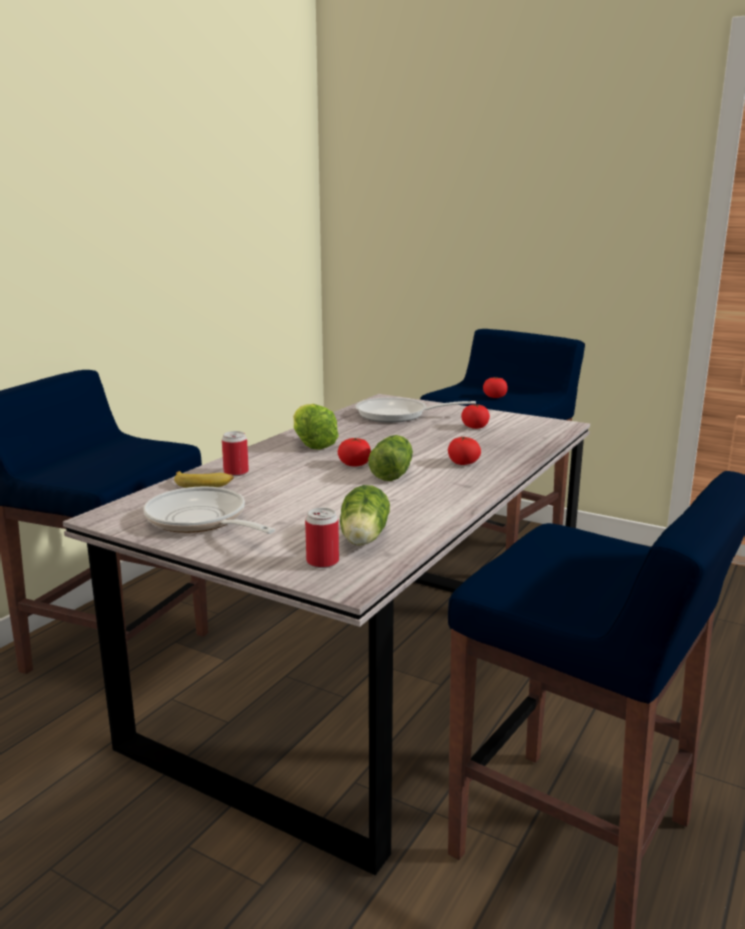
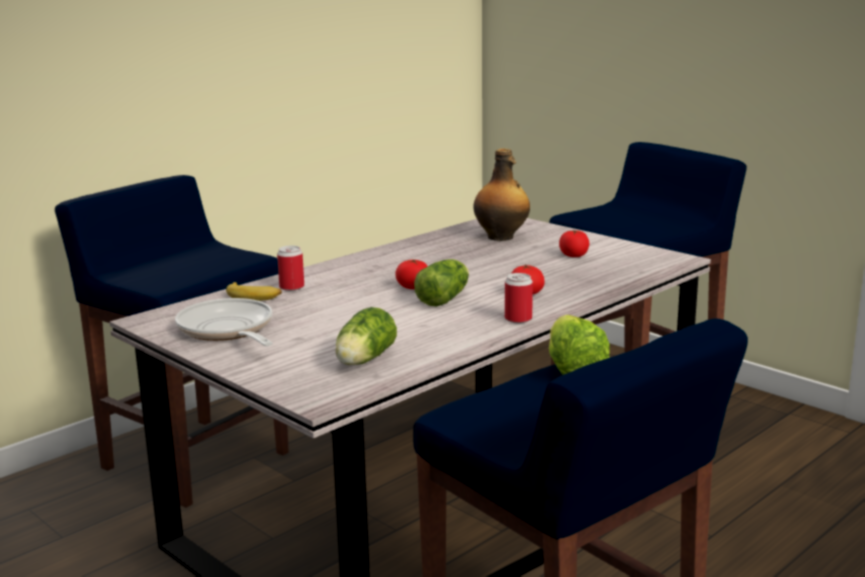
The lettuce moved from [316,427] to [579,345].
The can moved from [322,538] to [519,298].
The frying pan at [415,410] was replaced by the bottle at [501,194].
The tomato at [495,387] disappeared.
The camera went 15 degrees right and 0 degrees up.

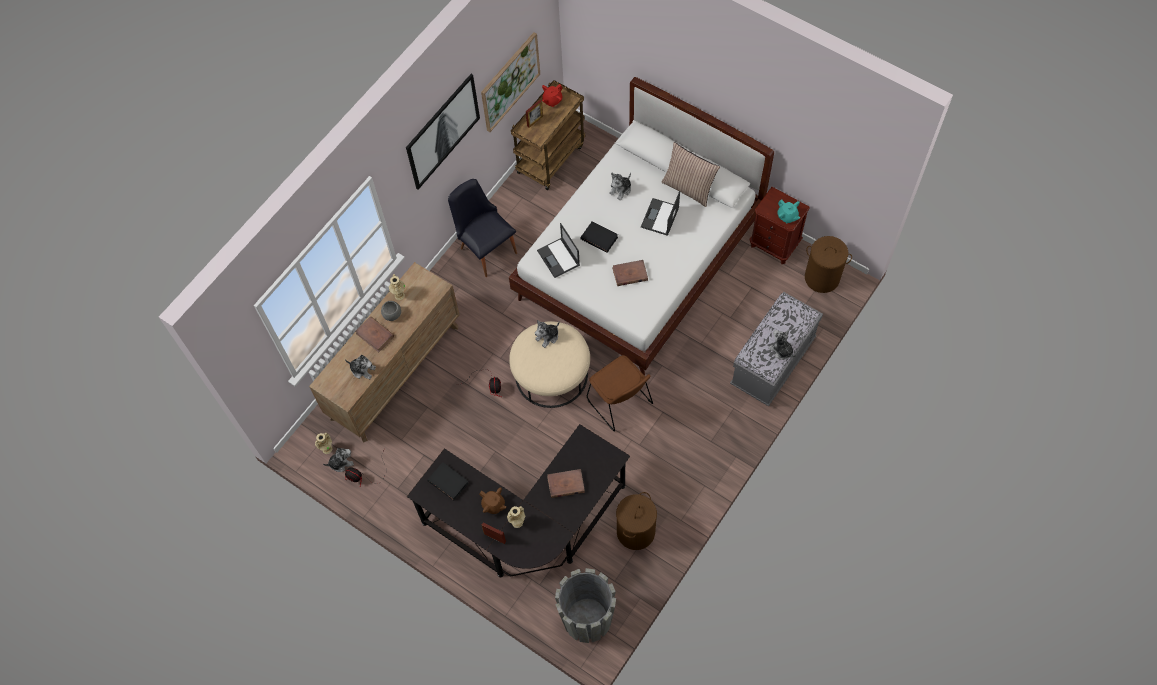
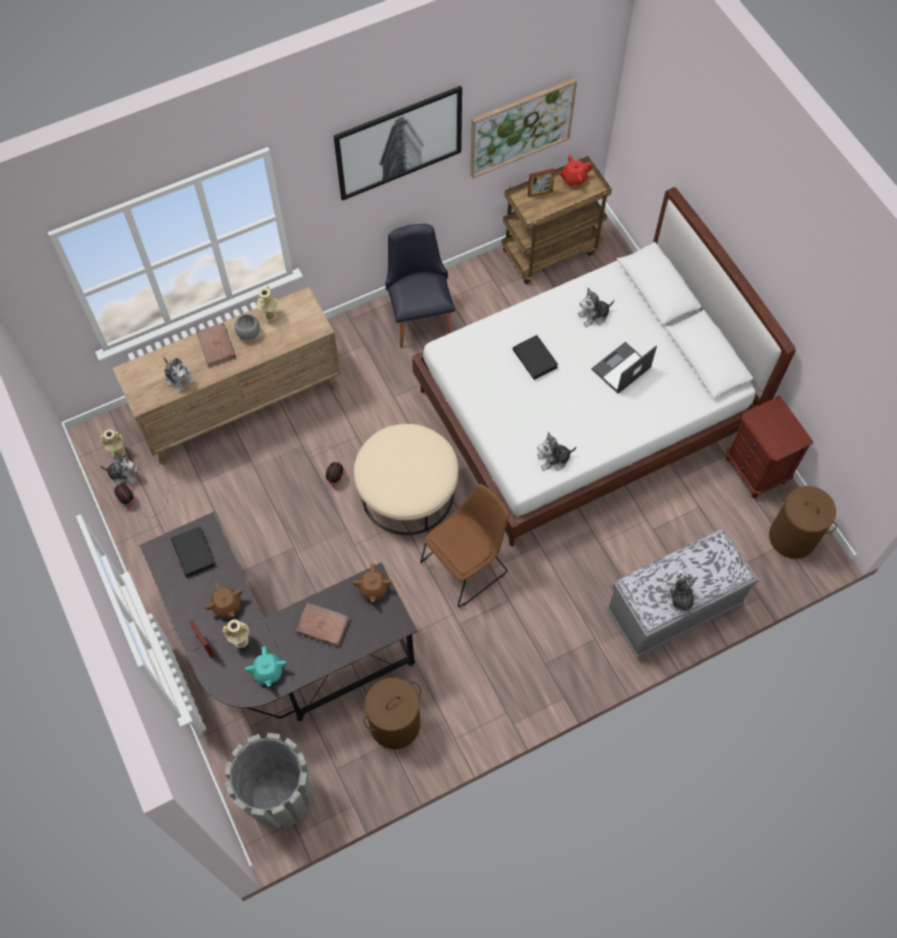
The plush toy moved from [547,334] to [556,451].
The laptop at [558,250] disappeared.
The brown chair at [620,393] turned 120 degrees counterclockwise.
The brown book at [630,273] disappeared.
The pillow at [690,174] disappeared.
The turquoise teapot moved from [788,211] to [265,666].
The brown teapot at [372,583] appeared.
The camera went 25 degrees right and 0 degrees up.

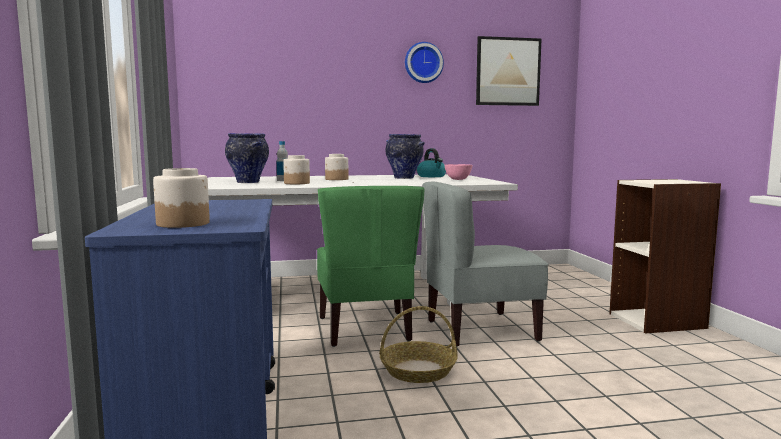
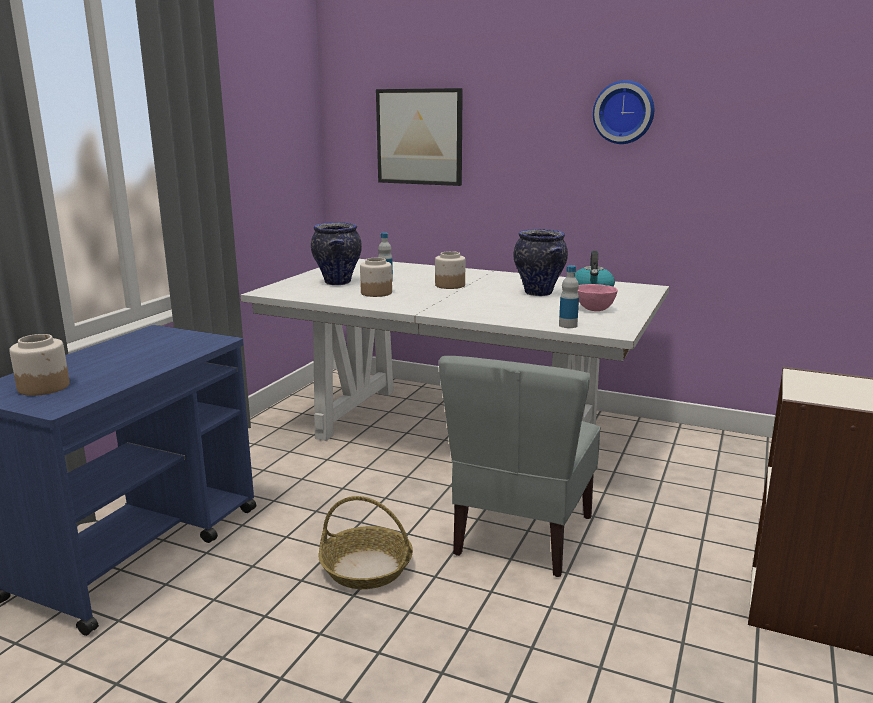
The green chair at [371,266] disappeared.
The grey chair at [485,264] turned 90 degrees counterclockwise.
The picture moved from [509,71] to [419,137].
The bottle at [569,296] appeared.
The camera went 35 degrees right and 10 degrees up.

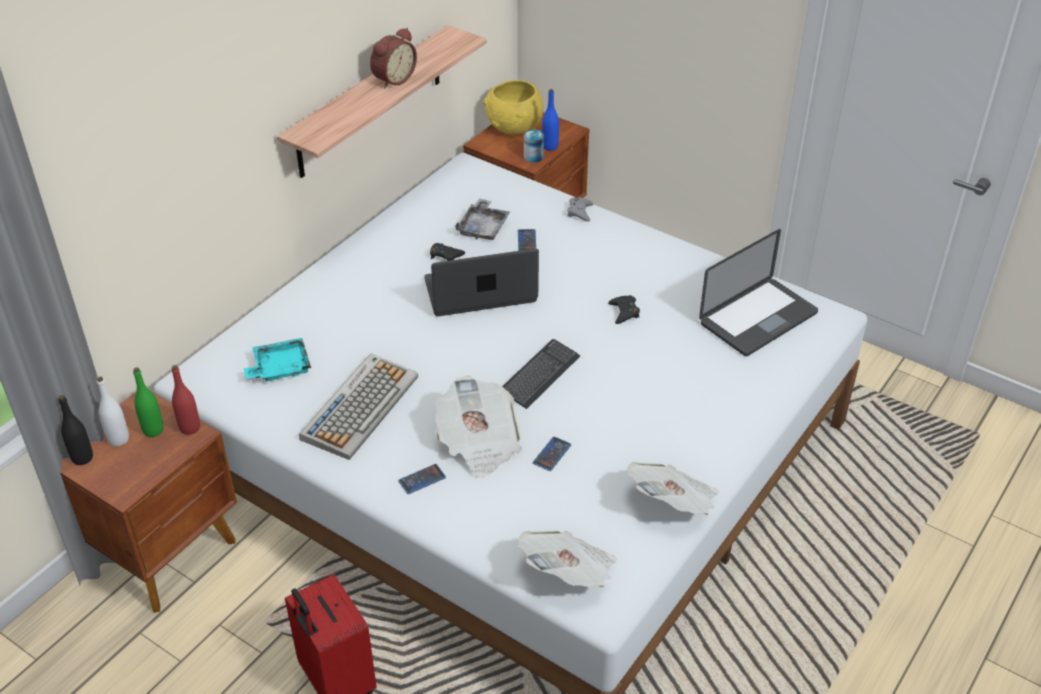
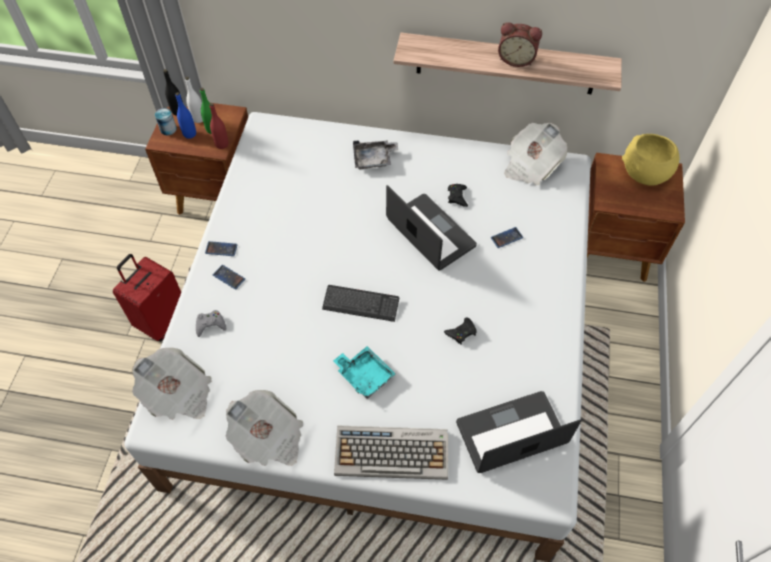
The turquoise tray moved from [277,359] to [364,372].
The keyboard moved from [358,406] to [391,452].
The newspaper moved from [478,427] to [535,154].
The grey tray moved from [482,219] to [375,154].
The can moved from [534,146] to [166,121].
The phone moved from [552,453] to [221,248].
The blue bottle moved from [550,120] to [185,115].
The grey game controller moved from [580,209] to [211,323].
The laptop at [758,292] turned 135 degrees clockwise.
The camera went 65 degrees right and 15 degrees up.

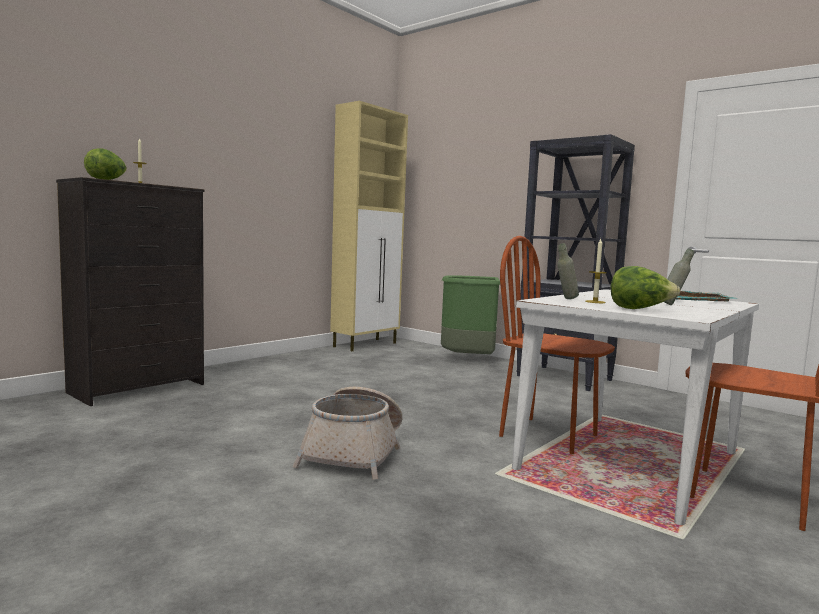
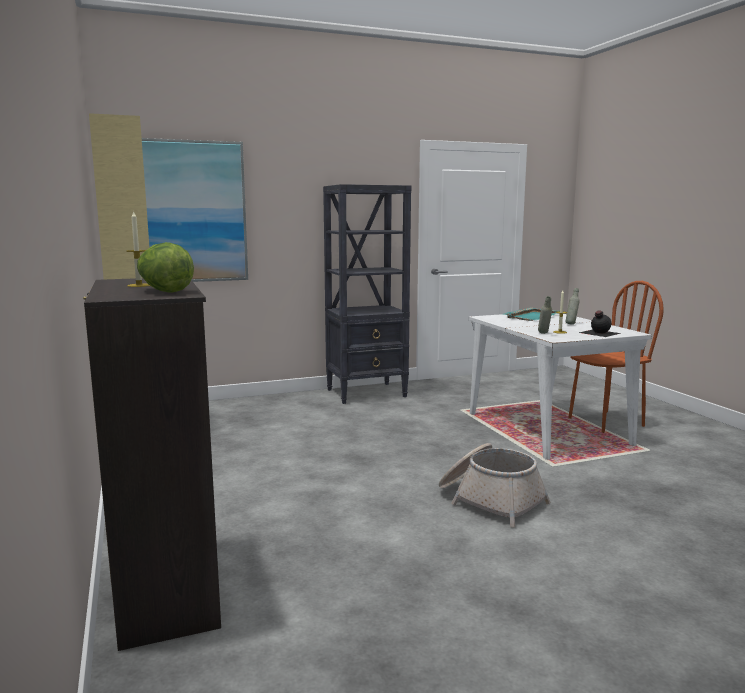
The green trash can at [470,315] disappeared.
The brown chair at [557,345] disappeared.
The lettuce at [646,287] was replaced by the black bottle at [600,323].
The picture at [195,210] appeared.
The camera went 60 degrees left and 5 degrees up.

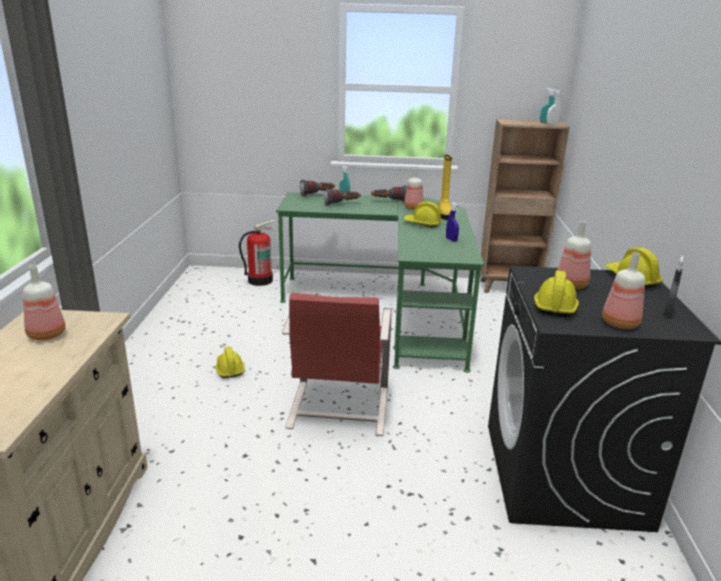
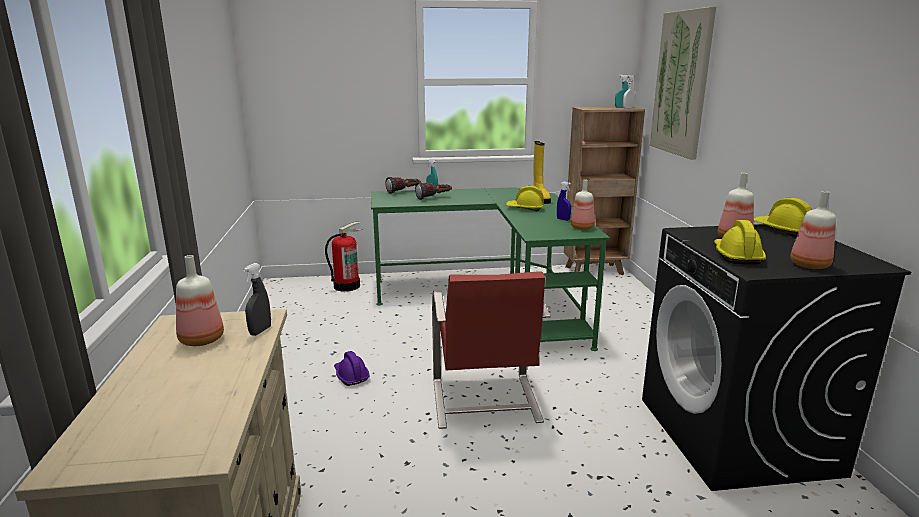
The yellow hard hat at [230,362] became the purple hard hat at [352,368].
The flashlight at [389,193] disappeared.
The bottle moved from [414,189] to [582,204].
The grey spray bottle moved from [674,286] to [257,299].
The picture at [683,83] appeared.
The camera went 10 degrees left and 5 degrees down.

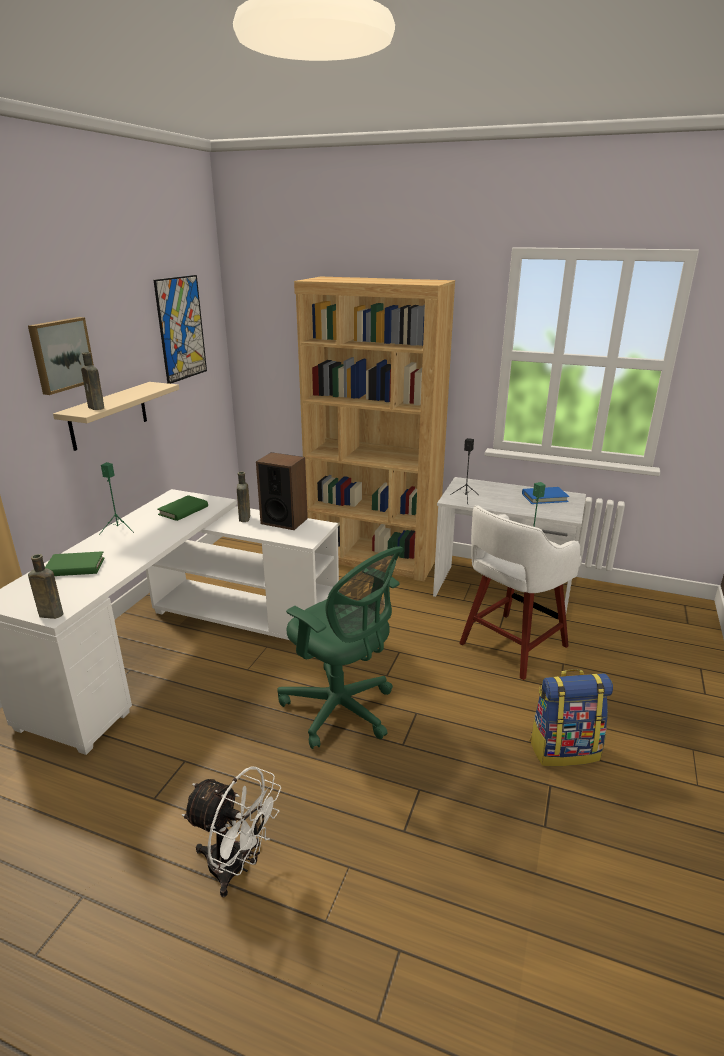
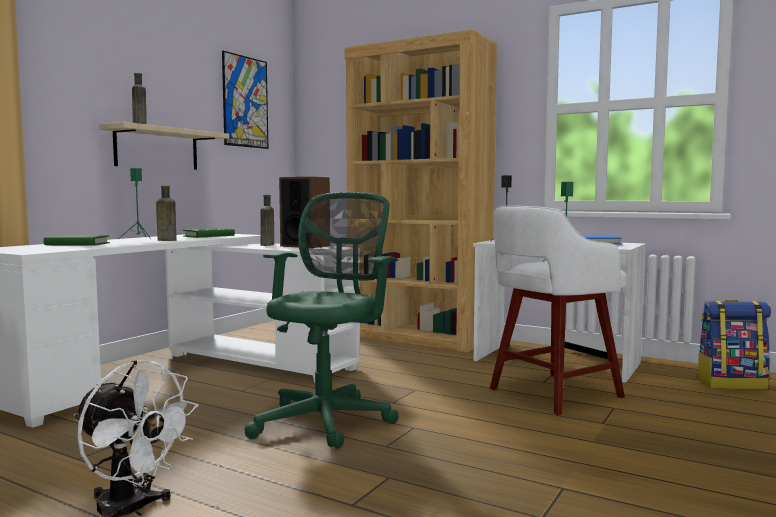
The picture at [61,356] disappeared.
The brown bottle moved from [46,586] to [166,213].
The green office chair at [340,647] turned 120 degrees counterclockwise.
The backpack moved from [571,717] to [734,345].
The camera went 10 degrees right and 20 degrees down.

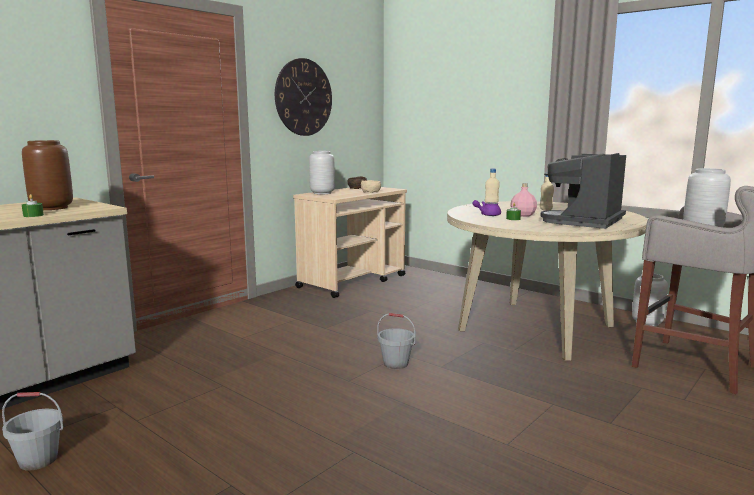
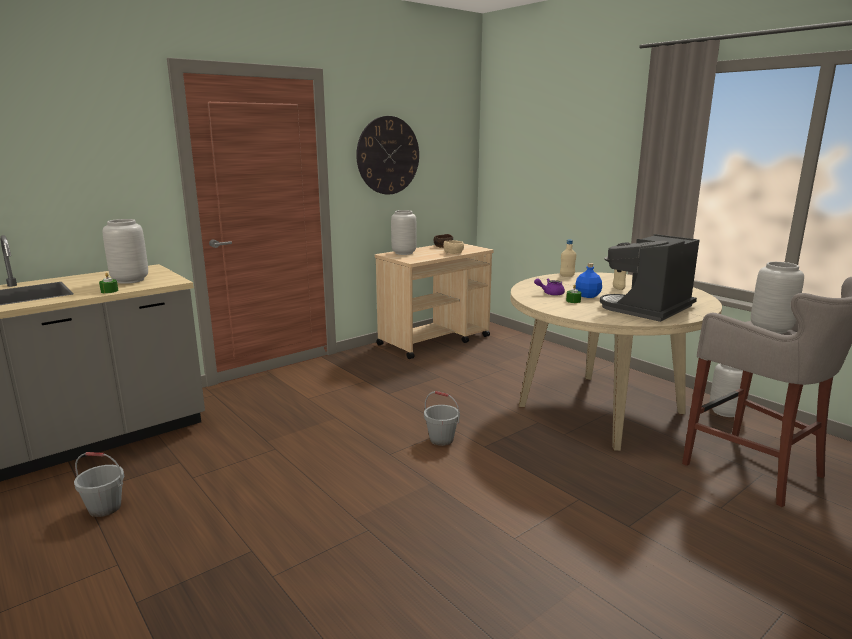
The brown vase at [47,175] became the grey vase at [125,251].
The pink bottle at [523,200] became the blue bottle at [588,280].
The camera went 10 degrees right and 5 degrees up.

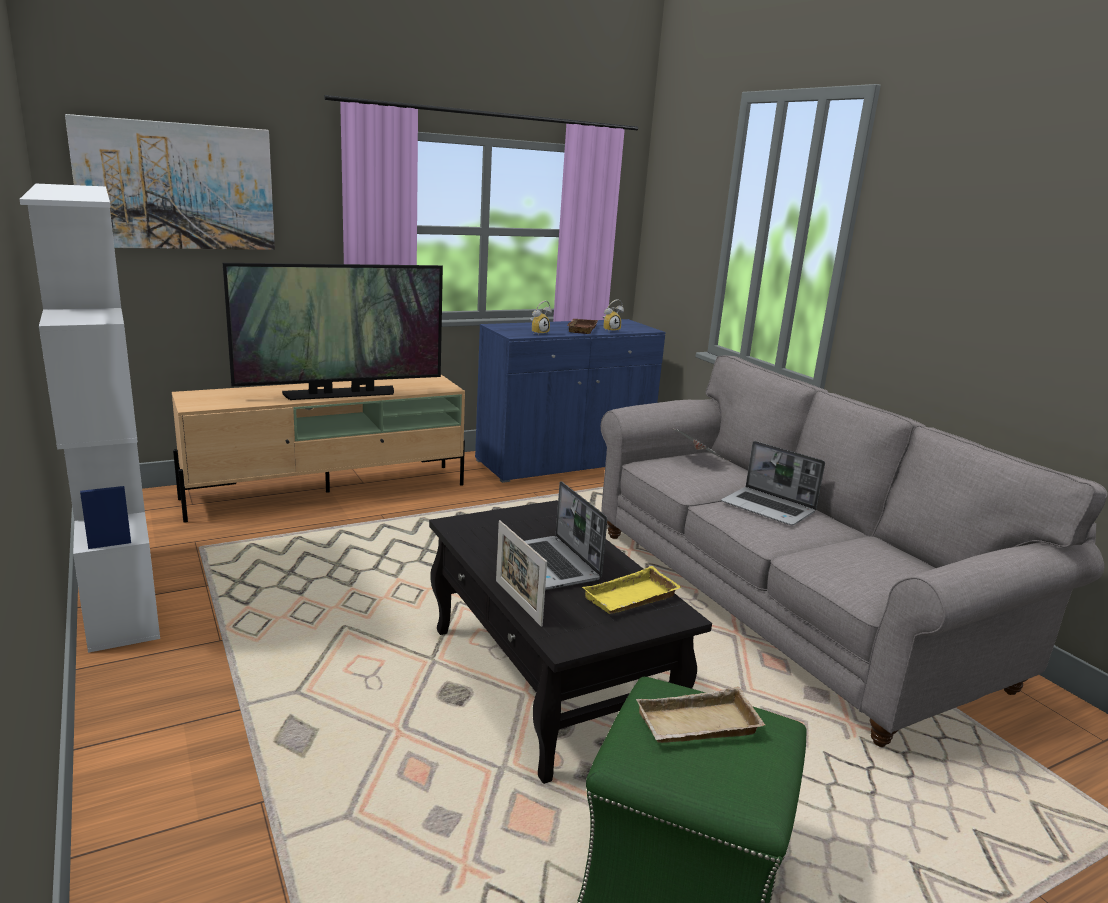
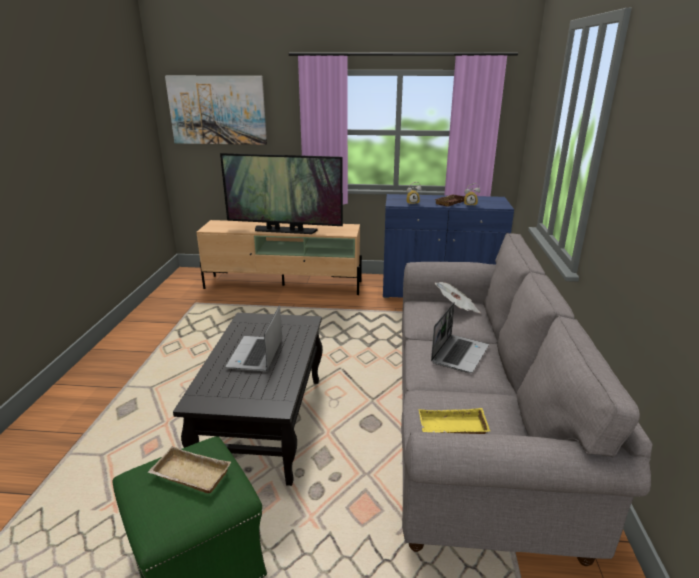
The white bookcase at [89,418] disappeared.
The picture frame at [521,573] disappeared.
The yellow tray moved from [631,590] to [454,421].
The laptop at [773,483] turned 135 degrees counterclockwise.
The camera went 35 degrees right and 5 degrees up.

